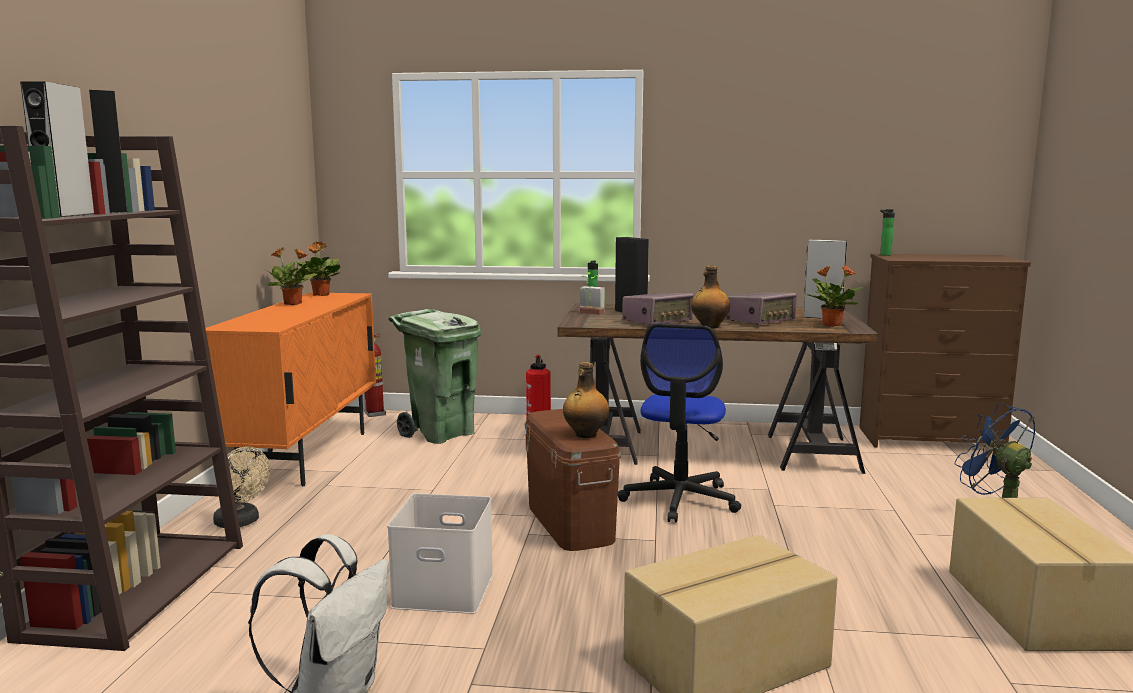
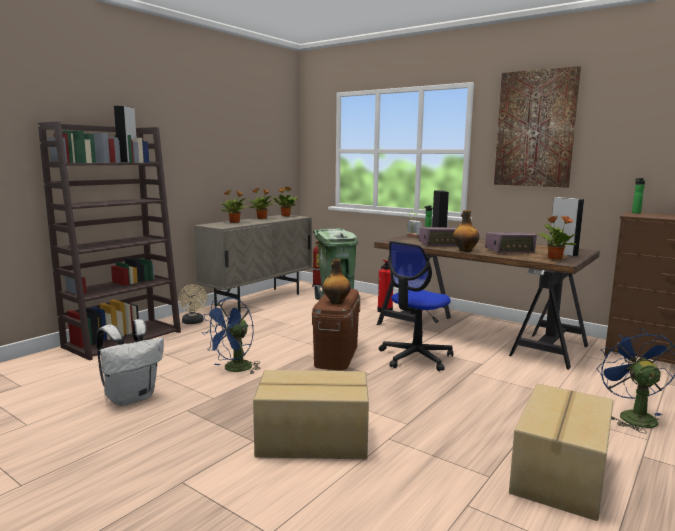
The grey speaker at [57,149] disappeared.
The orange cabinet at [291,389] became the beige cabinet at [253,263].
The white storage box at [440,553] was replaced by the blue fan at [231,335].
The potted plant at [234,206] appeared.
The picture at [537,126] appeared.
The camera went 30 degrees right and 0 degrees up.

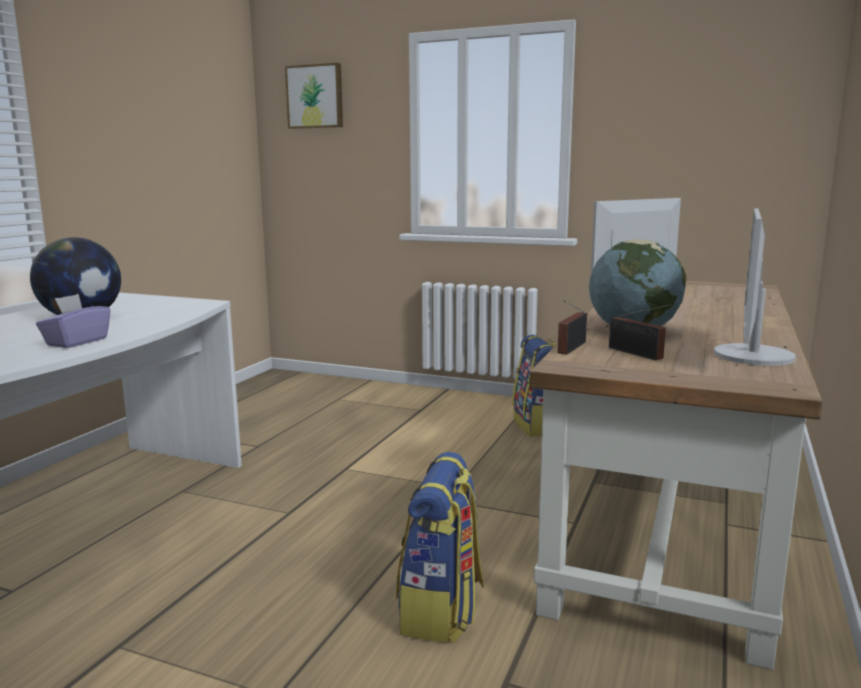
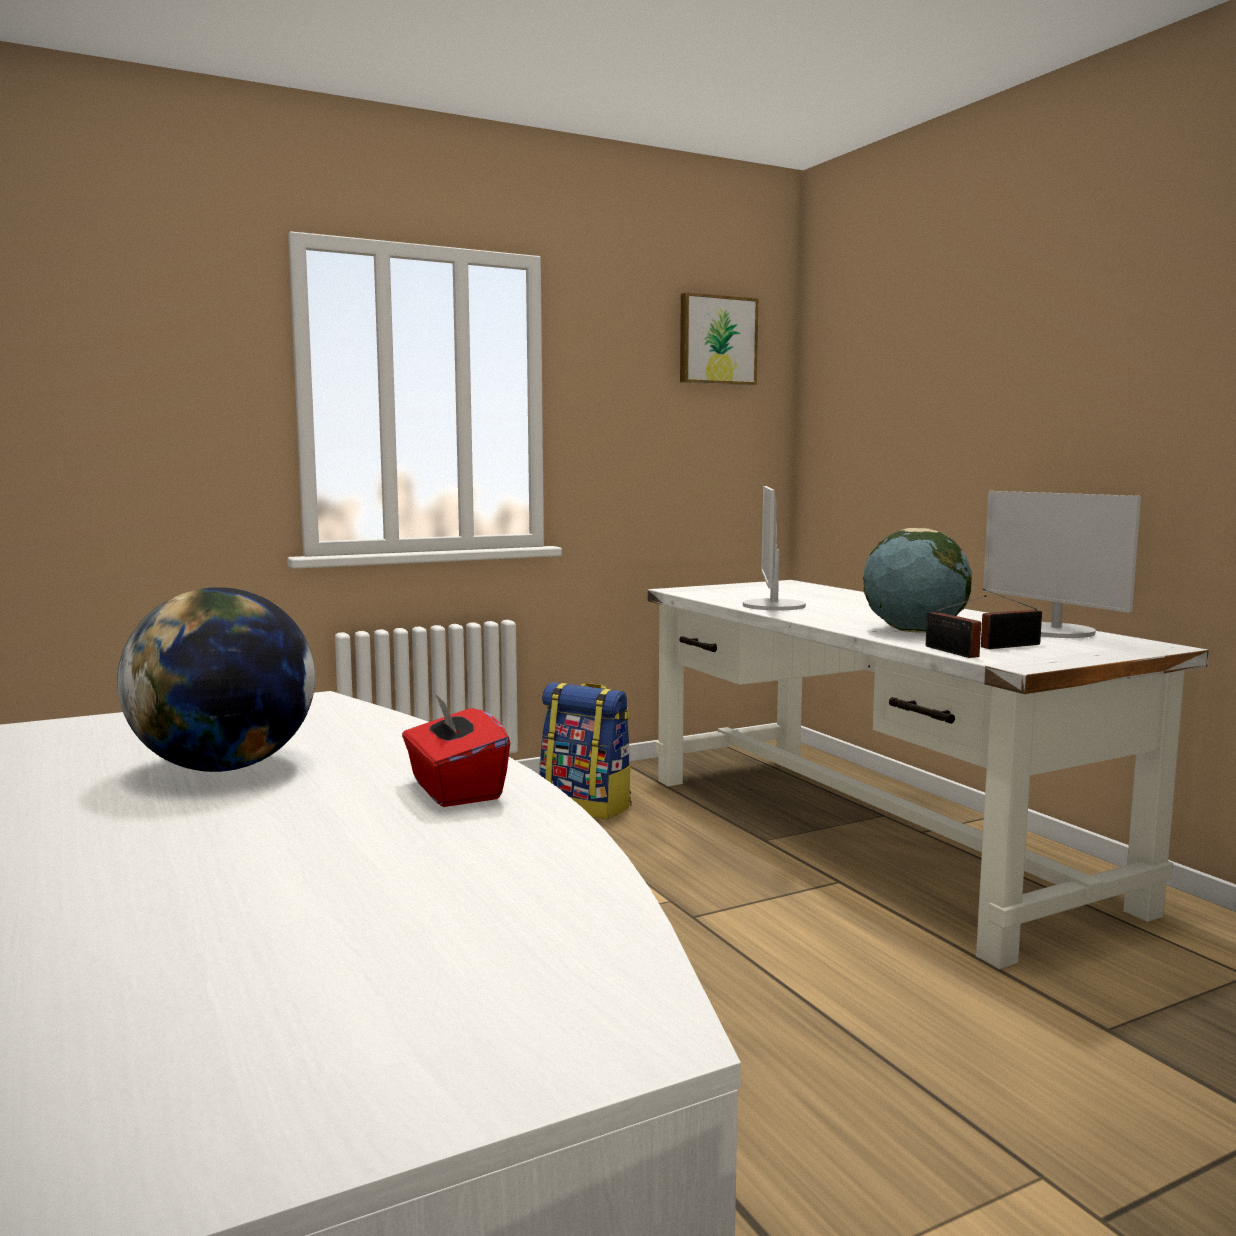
The purple tissue box at [73,321] became the red tissue box at [456,749].
The picture moved from [314,96] to [719,338].
The backpack at [440,547] disappeared.
The brown desk at [676,475] became the white desk at [928,774].
The radio at [640,332] turned 150 degrees clockwise.
The camera went 50 degrees left and 5 degrees down.

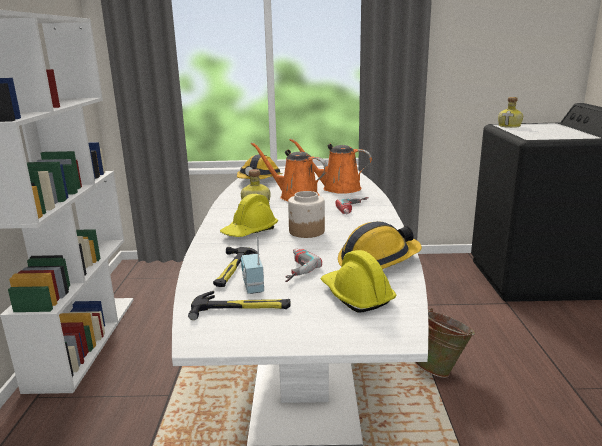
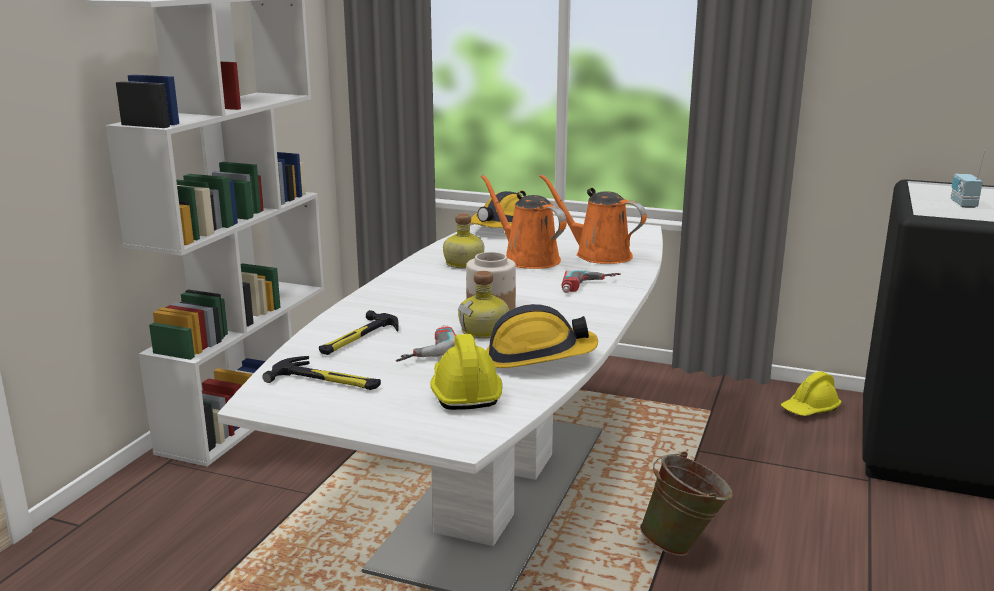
The yellow hard hat moved from [249,215] to [811,394].
The radio moved from [252,265] to [968,179].
The bottle moved from [510,112] to [483,305].
The camera went 20 degrees right and 0 degrees up.

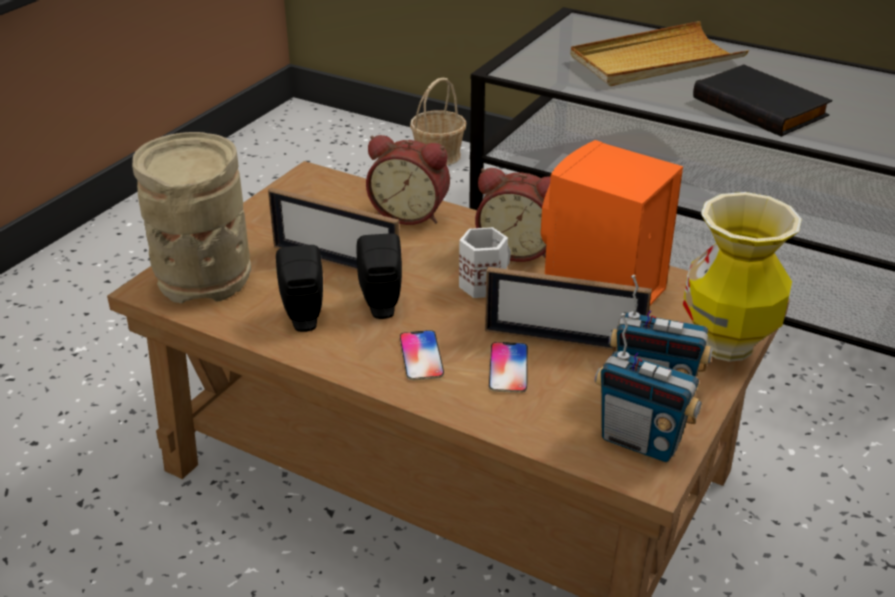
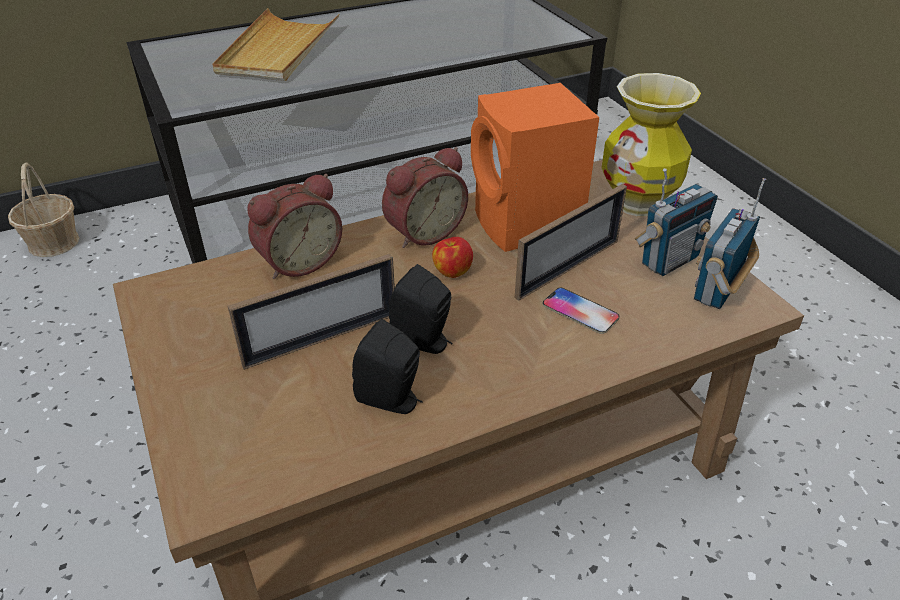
The beige vase at [191,218] disappeared.
The phone at [422,355] disappeared.
The white mug at [485,262] was replaced by the apple at [452,257].
The radio at [648,387] turned 150 degrees clockwise.
The black book at [762,100] disappeared.
The camera went 55 degrees left and 5 degrees up.

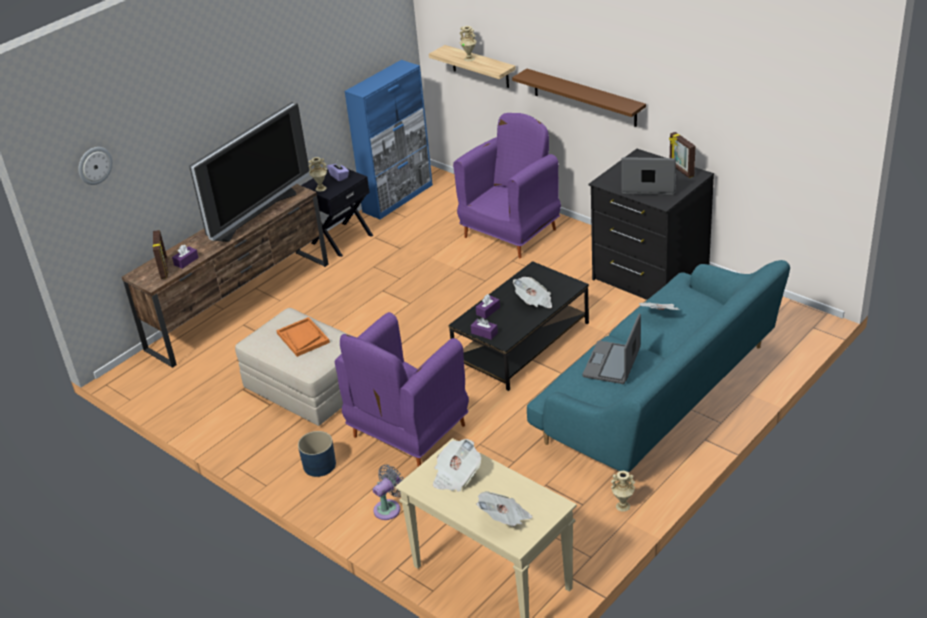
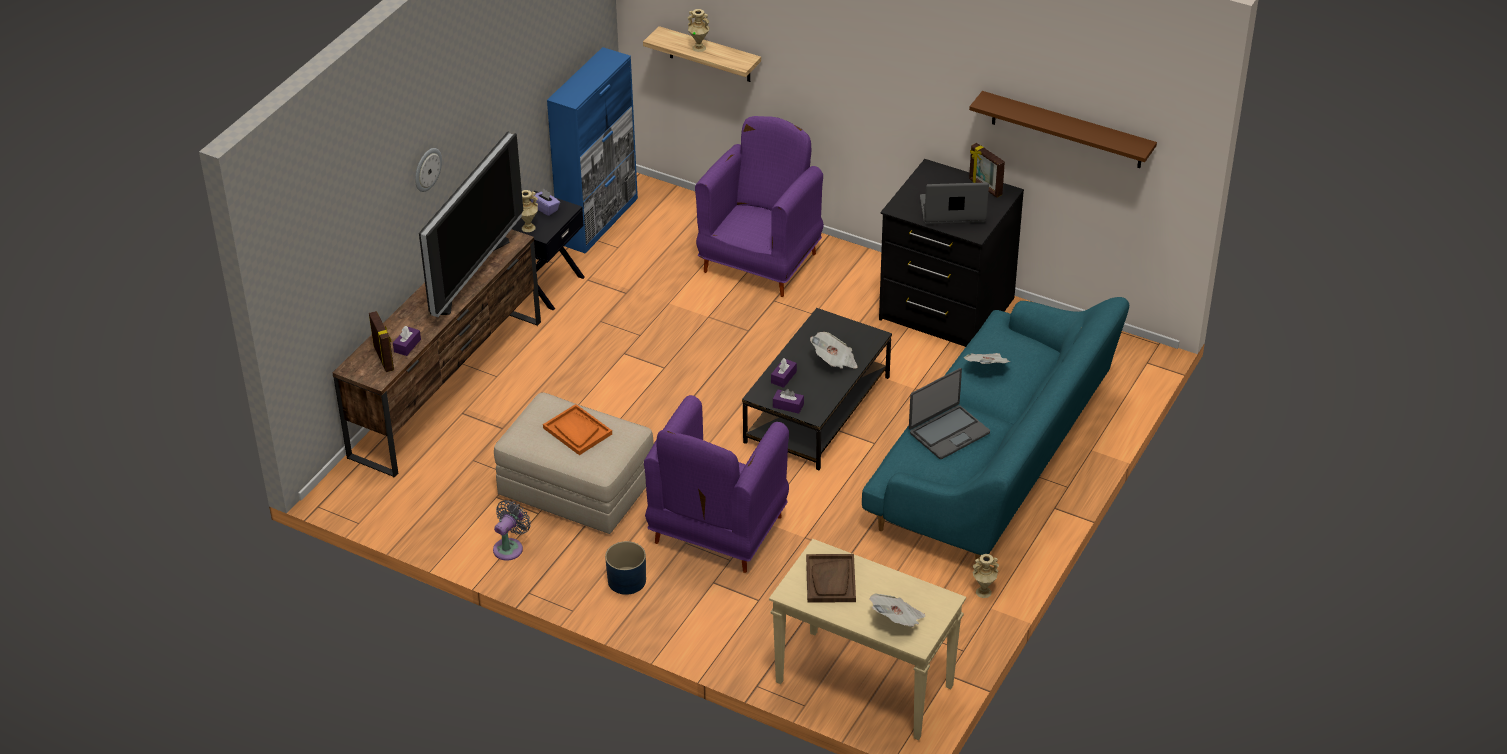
The wall clock moved from [95,166] to [428,170].
The grey fan moved from [388,492] to [512,530].
The newspaper at [457,465] was replaced by the brown tray at [831,578].
The brown shelf moved from [579,98] to [1063,129].
The laptop at [611,348] turned 135 degrees counterclockwise.
The camera went 15 degrees left and 5 degrees up.

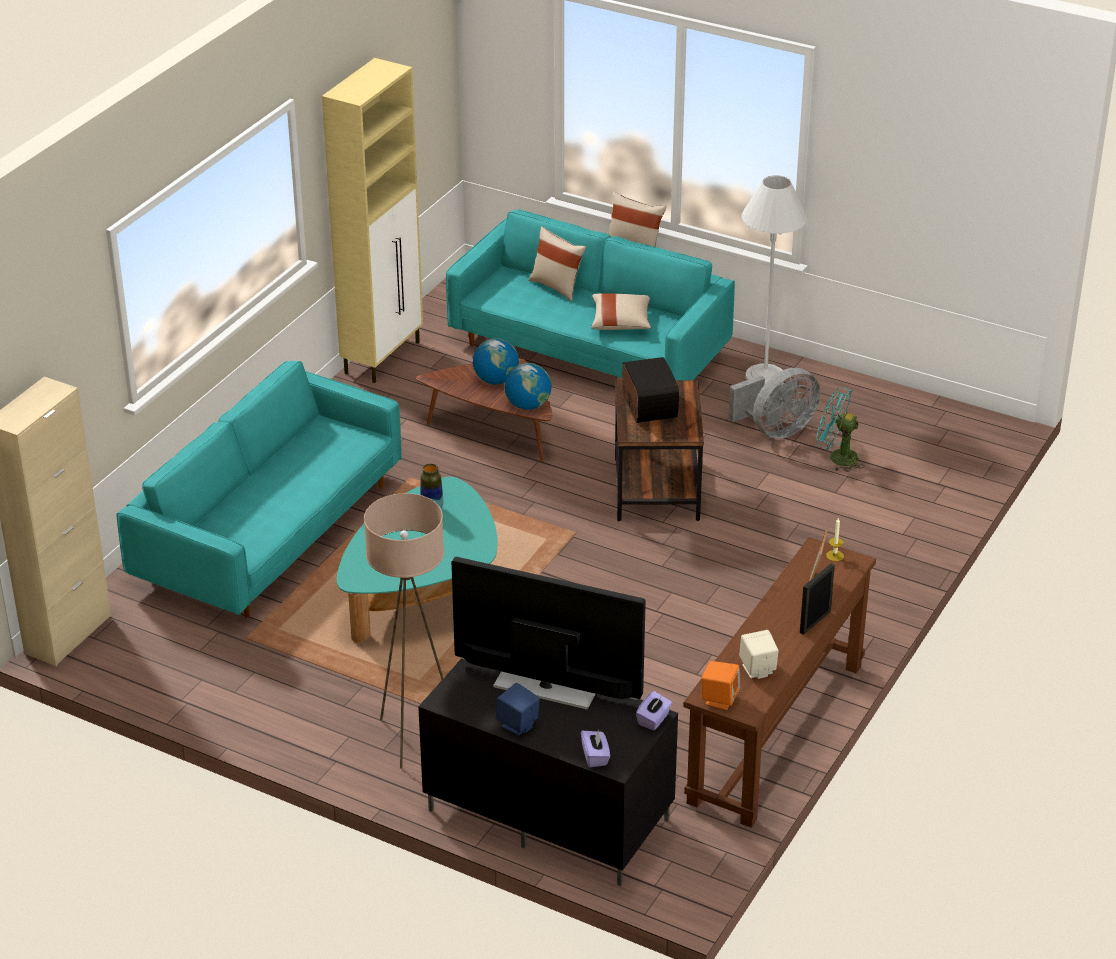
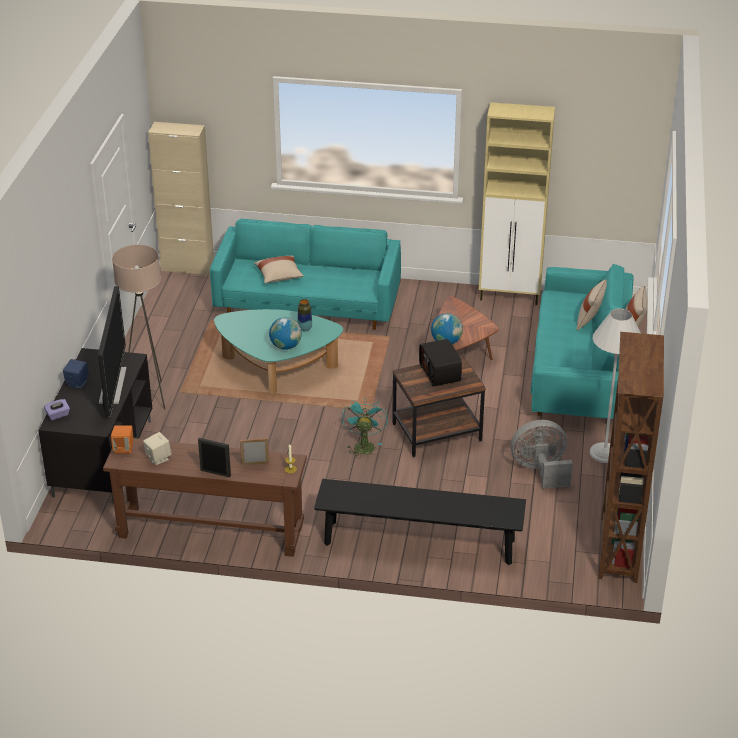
The globe moved from [496,361] to [285,333].
The beige pillow moved from [621,311] to [279,269].
The radio at [650,390] turned 105 degrees clockwise.
The purple tissue box at [654,710] disappeared.
The grey fan at [774,403] turned 135 degrees clockwise.
The turquoise fan moved from [840,429] to [365,428].
The black bench at [420,522] appeared.
The brown bookcase at [631,457] appeared.
The camera went 70 degrees right and 0 degrees up.

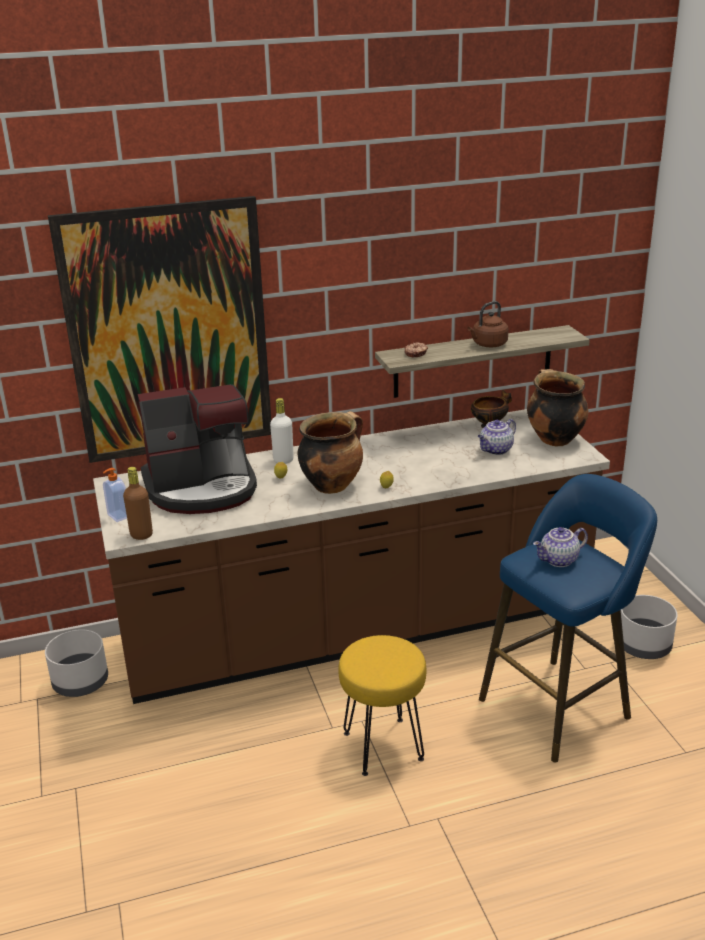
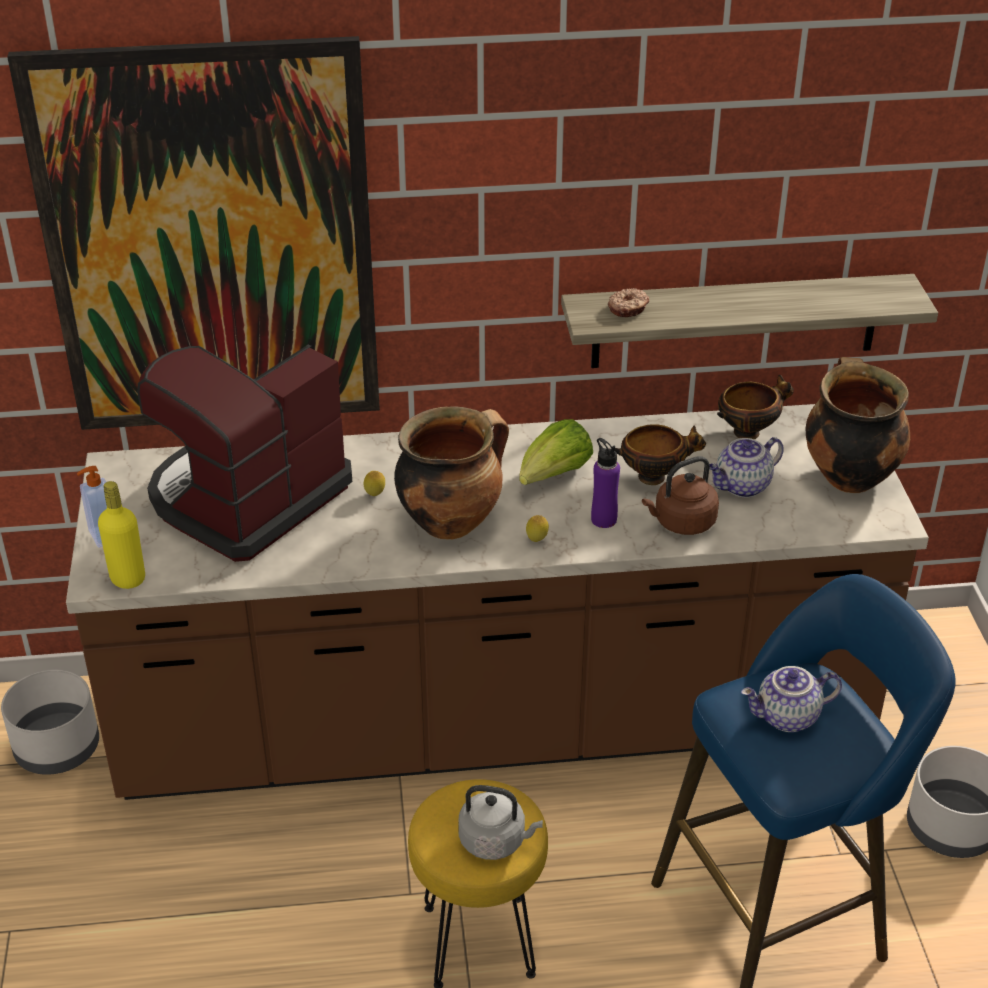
The brown bottle at [138,503] became the yellow bottle at [121,535].
The coffee machine at [197,449] turned 135 degrees clockwise.
The white bottle at [282,431] disappeared.
The brown kettle moved from [487,324] to [680,495].
The grey kettle at [500,822] appeared.
The lettuce at [556,452] appeared.
The purple bottle at [605,483] appeared.
The bowl at [660,454] appeared.
The camera went 10 degrees right and 10 degrees up.

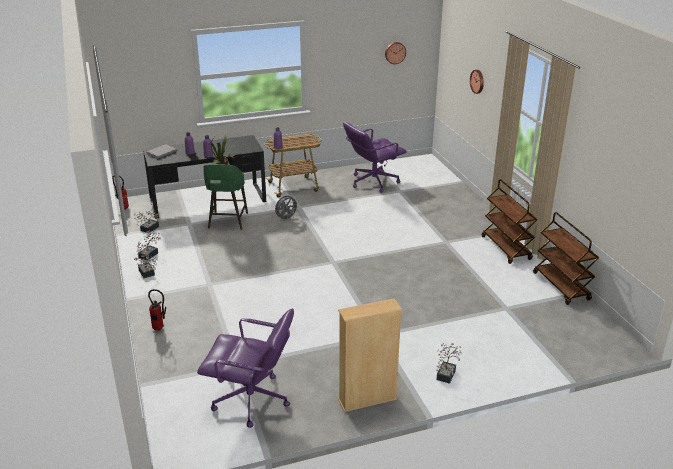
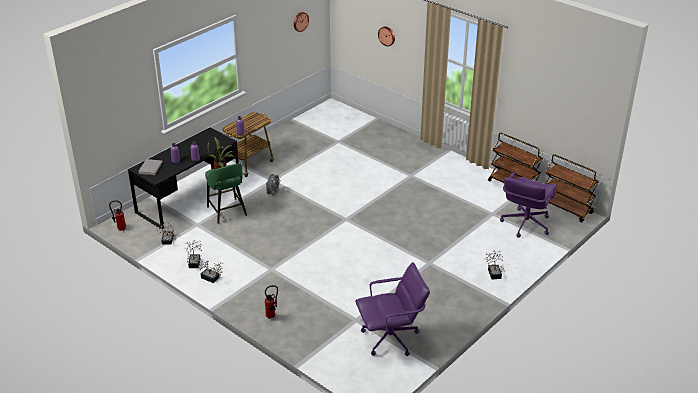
The beige bookcase at [370,355] disappeared.
The purple office chair moved from [375,157] to [528,205].
The brown cart moved from [509,221] to [572,188].
The camera went 30 degrees left and 5 degrees up.

